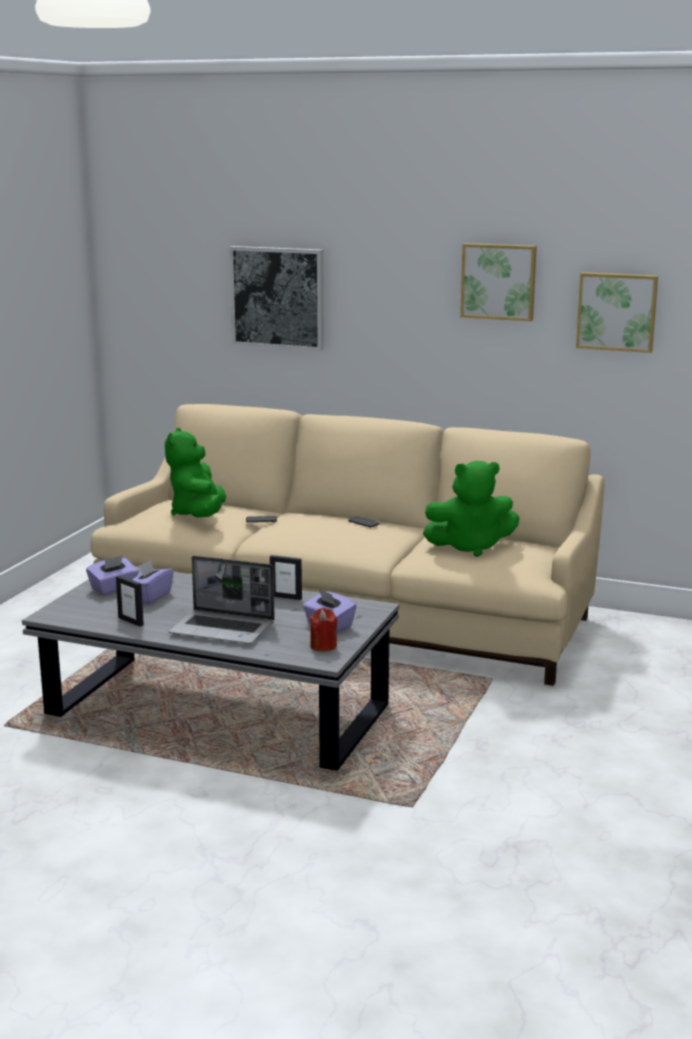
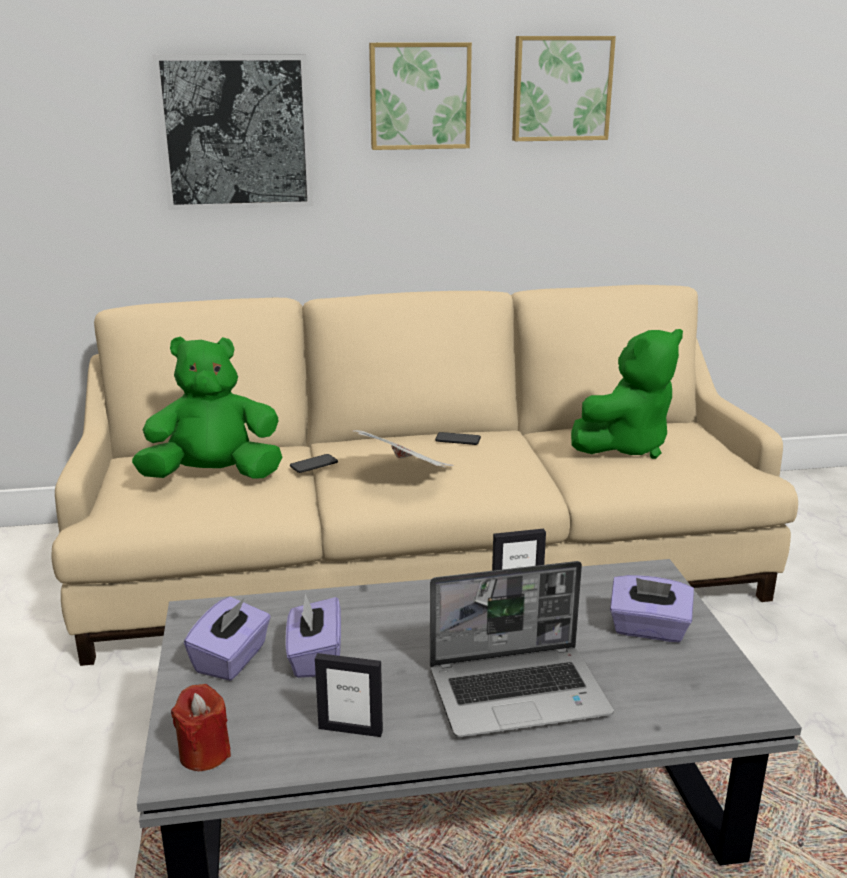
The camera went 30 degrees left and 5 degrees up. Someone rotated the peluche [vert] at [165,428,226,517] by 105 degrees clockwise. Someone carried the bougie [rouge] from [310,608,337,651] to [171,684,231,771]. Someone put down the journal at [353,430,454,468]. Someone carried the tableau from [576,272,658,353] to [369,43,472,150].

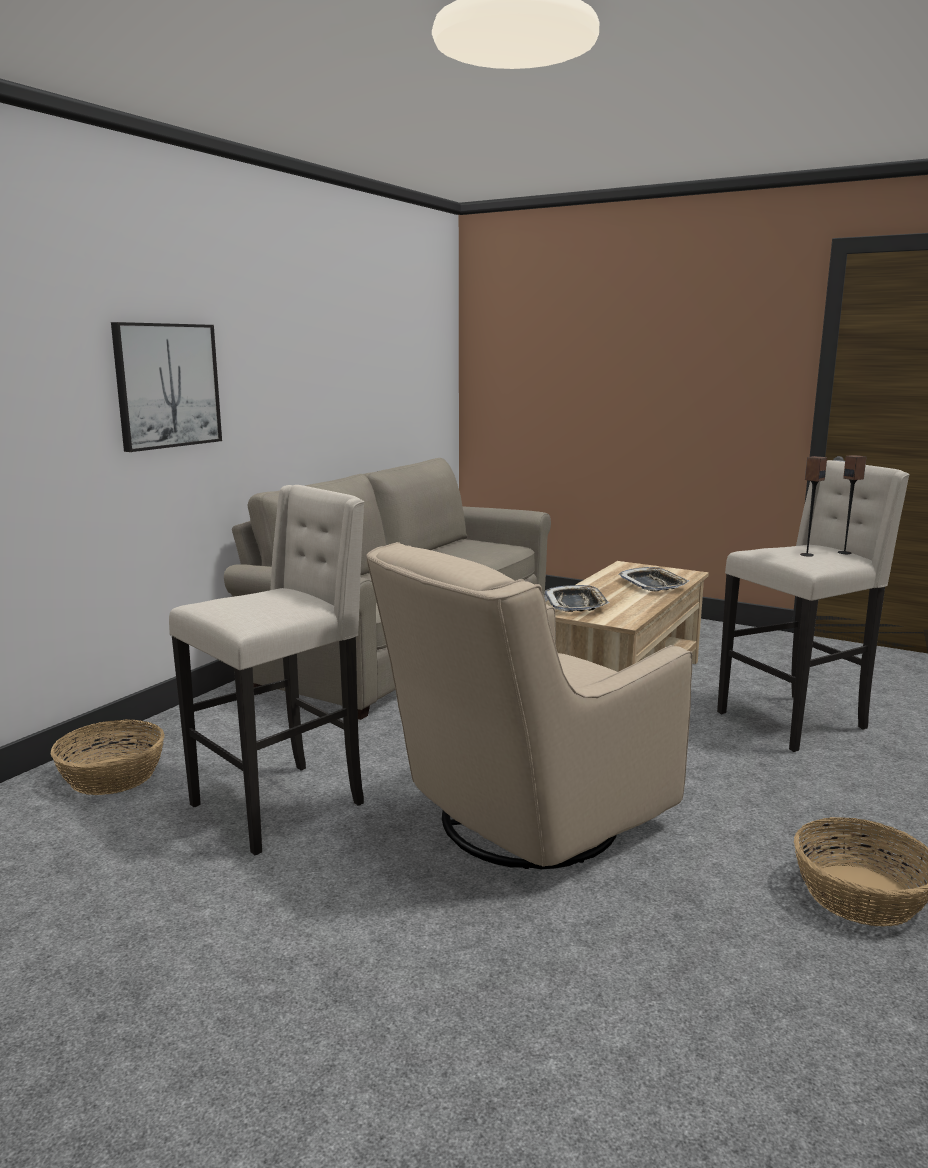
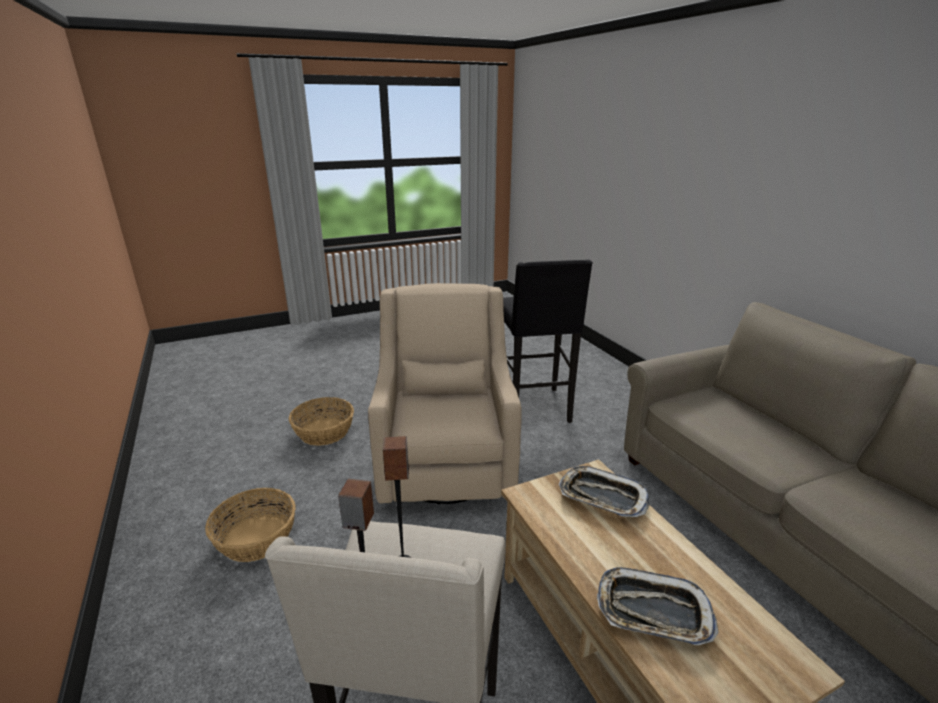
The camera went 125 degrees right and 10 degrees up. Someone carried the panier from [51,719,164,795] to [289,397,354,446]. Someone repainted the tabouret [beige] at [169,485,365,855], which became the tabouret [noir] at [503,260,593,423]. Someone took away the tableau at [111,322,222,452].

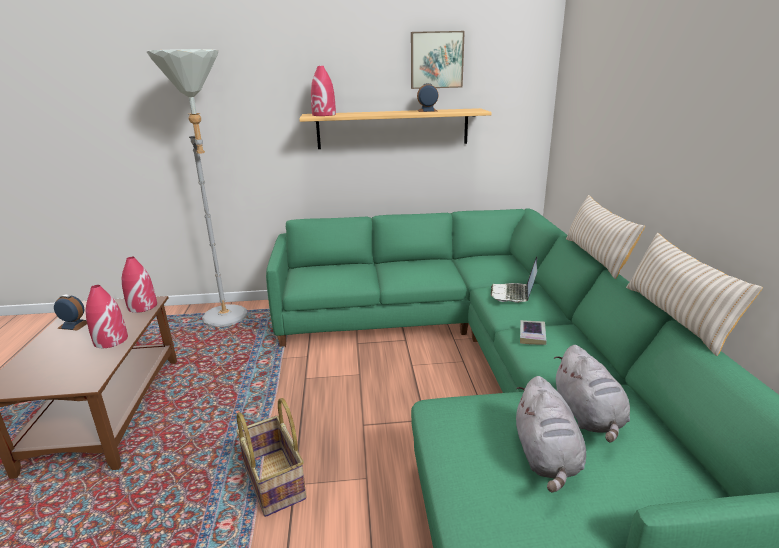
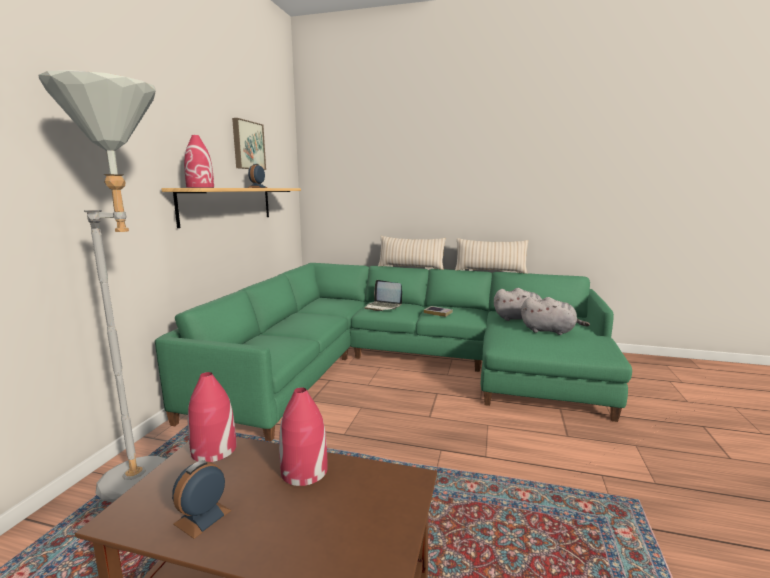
The camera went 70 degrees left and 10 degrees down. Someone took away the panier at [236,398,306,517].

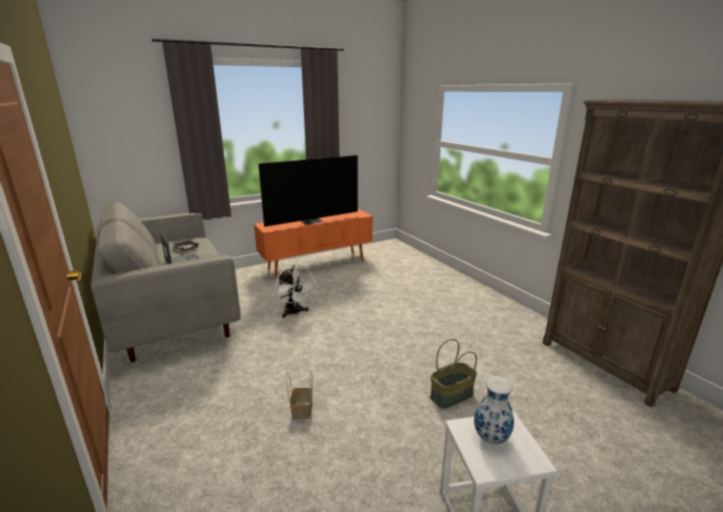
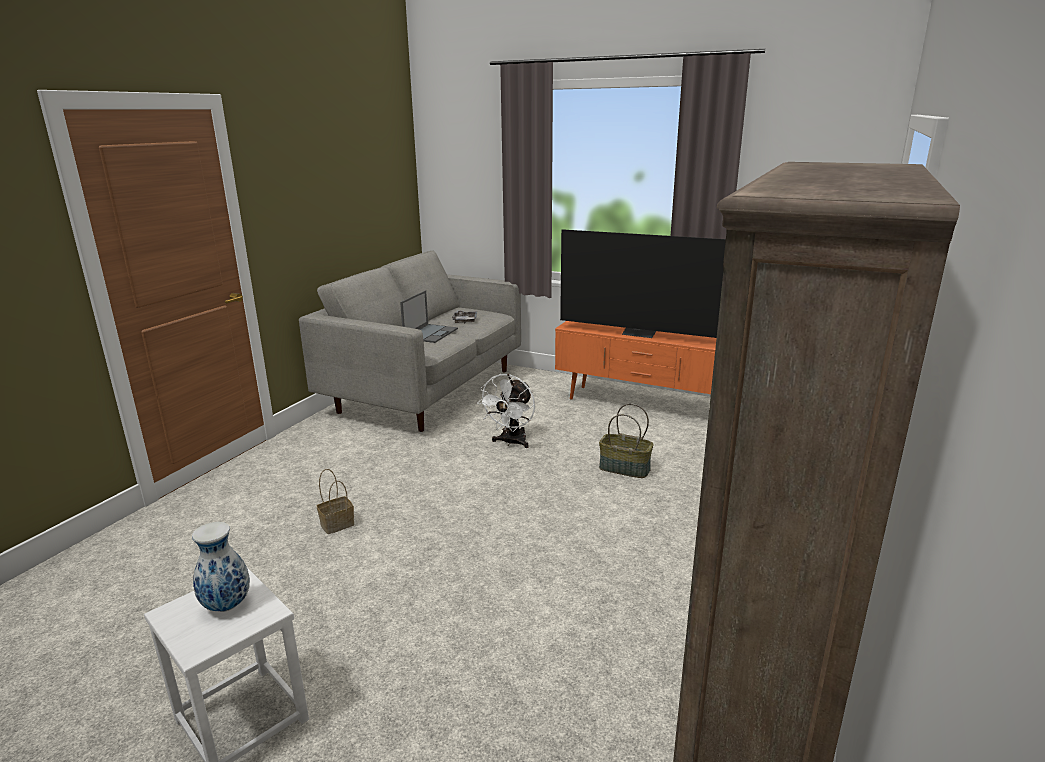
The camera went 55 degrees right and 0 degrees up. Someone carried the panier from [430,339,477,409] to [599,403,653,478].

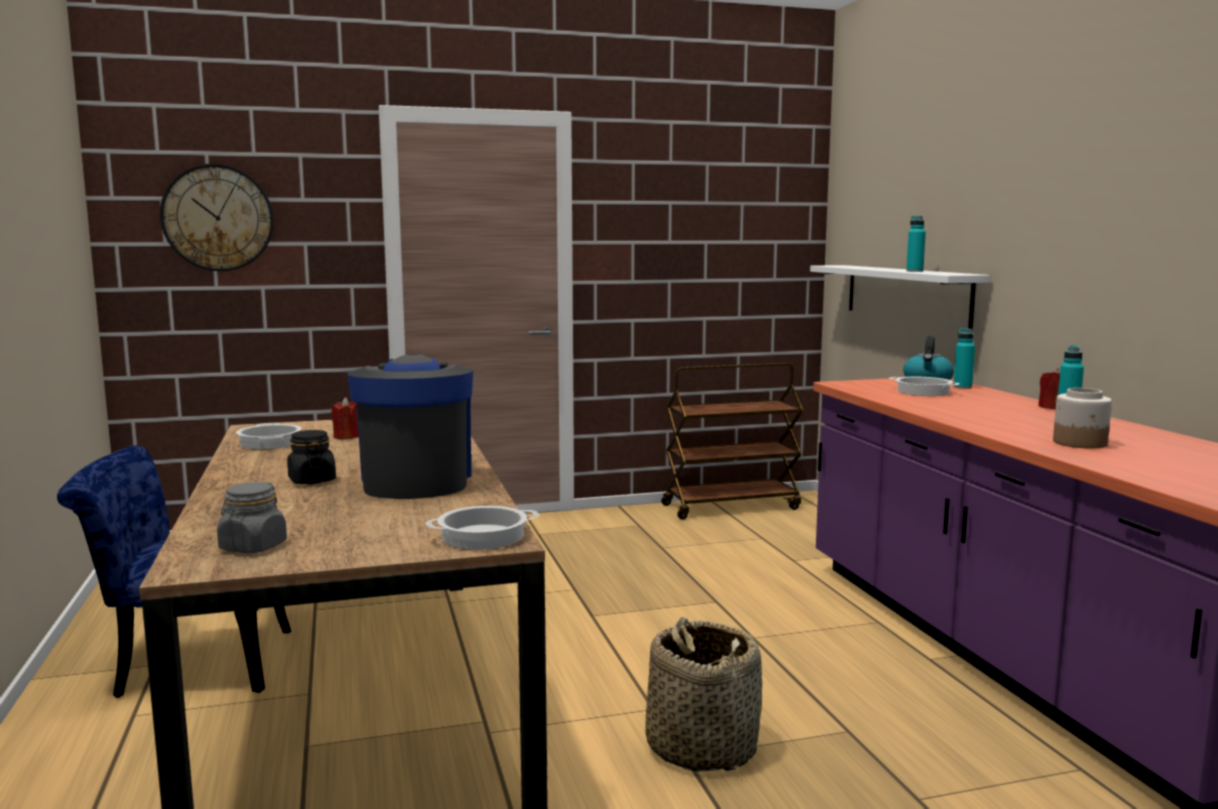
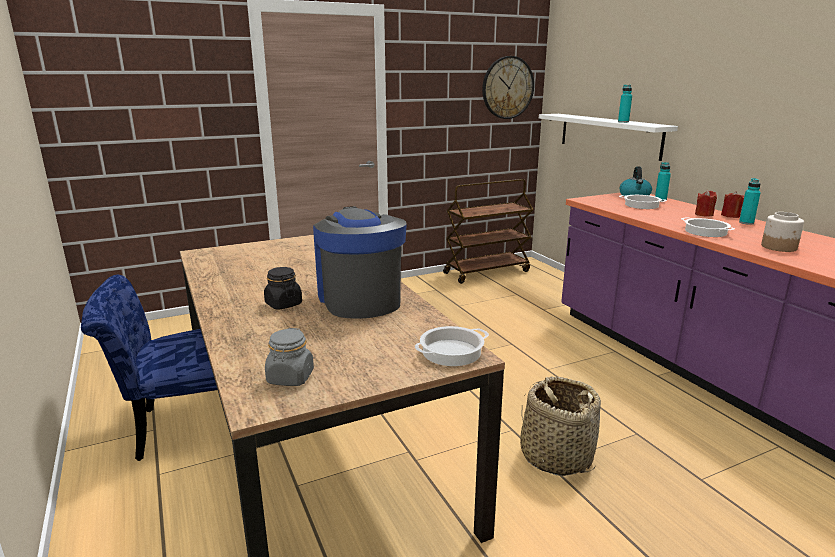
The camera went 10 degrees left and 10 degrees up. Someone carried the horloge murale from [160,164,274,271] to [482,56,534,119]. Someone carried the marmite from [236,423,302,449] to [681,218,735,237]. Someone carried the bougie [rouge] from [331,397,359,439] to [695,190,717,217].

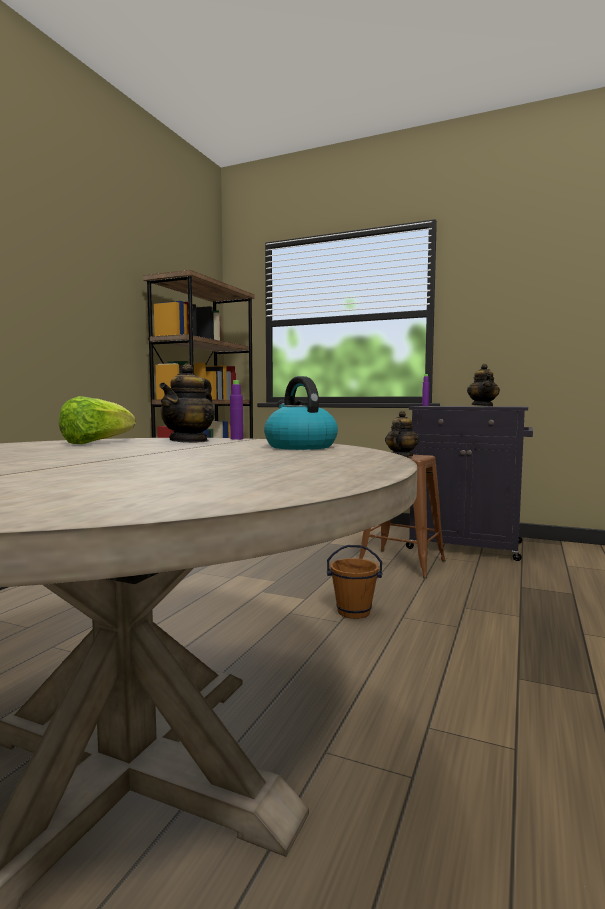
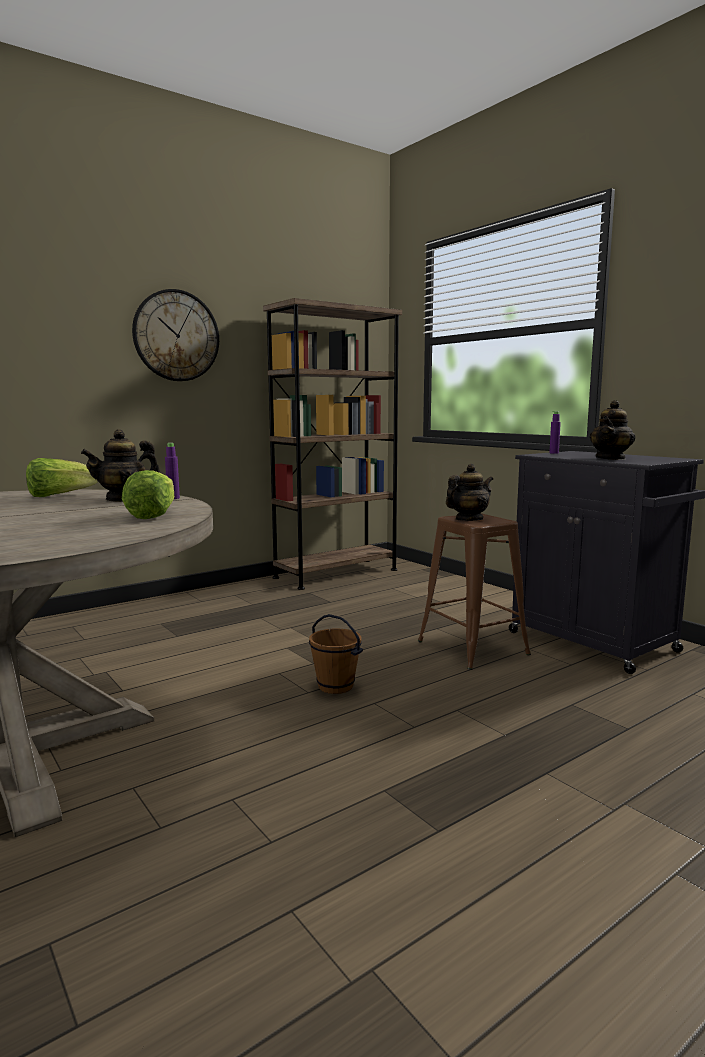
The camera went 30 degrees right and 5 degrees up. Someone swapped the bouilloire at [264,376,338,450] for the laitue at [122,470,174,519]. Someone put up the horloge murale at [132,289,219,381].

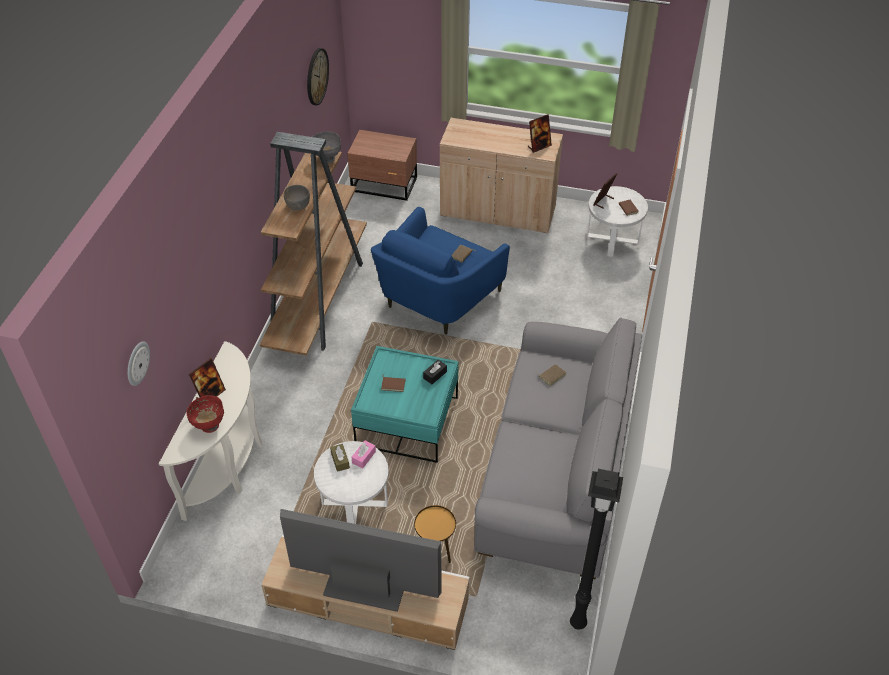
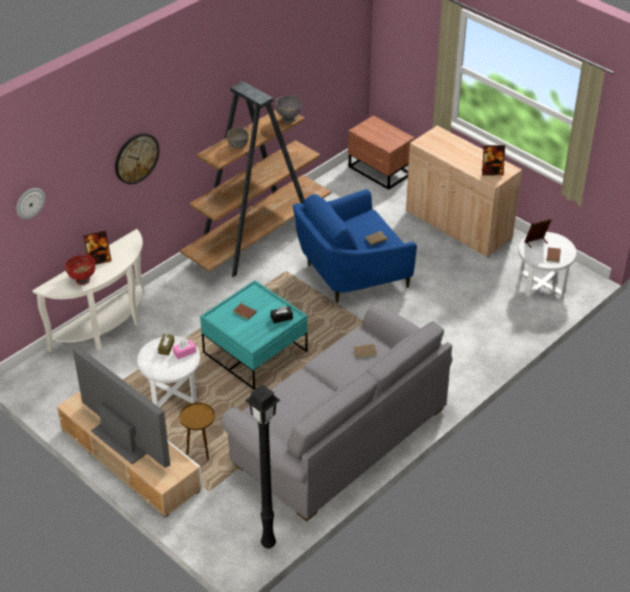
The camera went 30 degrees right and 5 degrees down. Someone carried the horloge murale from [307,48,329,105] to [115,133,159,184].

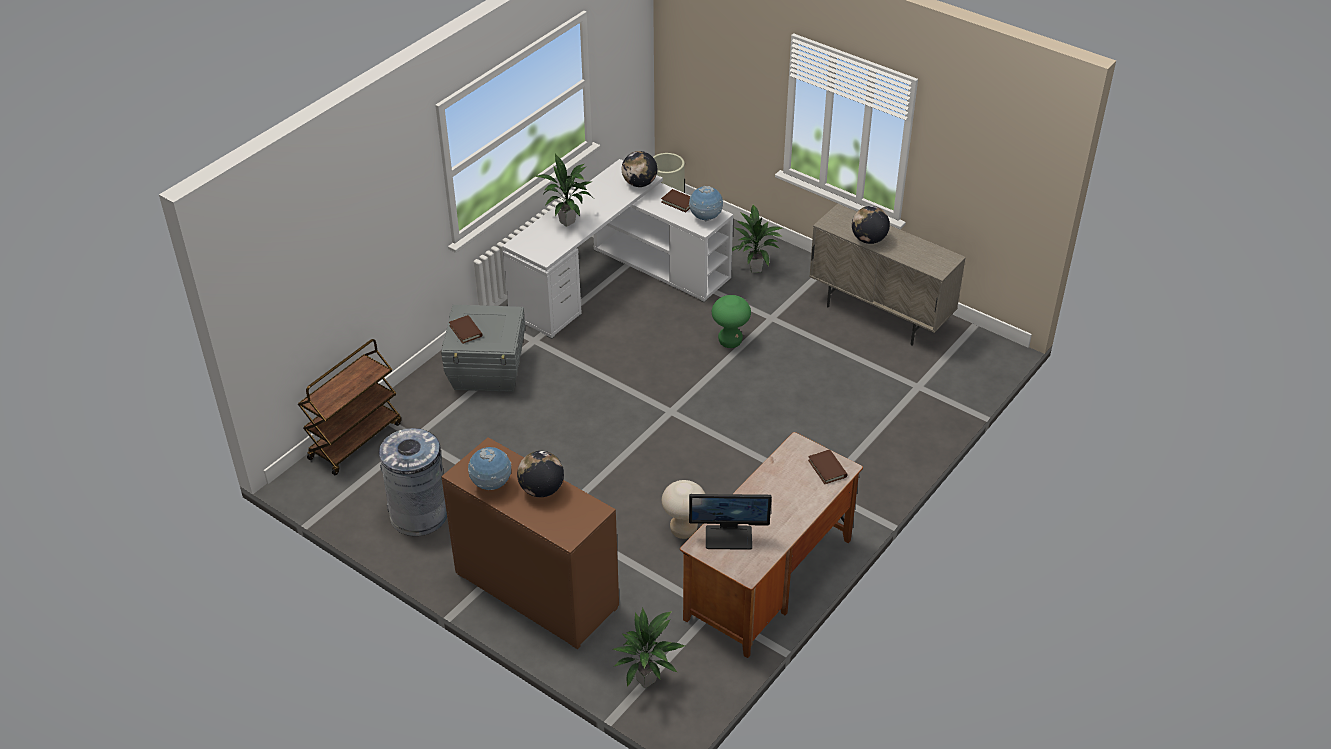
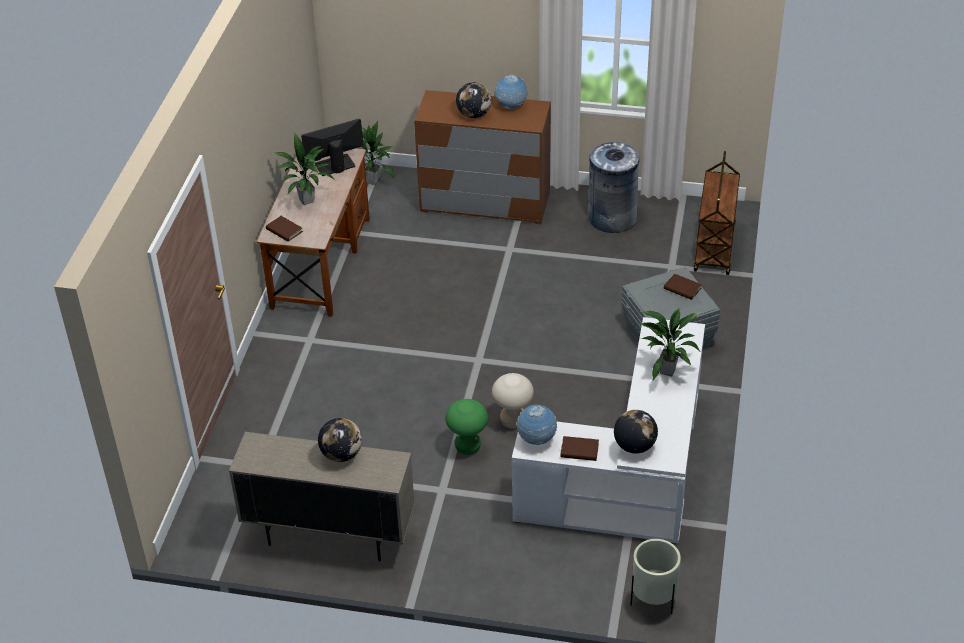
The camera went 155 degrees right and 0 degrees up. Someone carried the plante en pot from [732,205,783,273] to [273,134,335,205]. Someone carried the tabouret [beige] from [662,480,705,539] to [492,373,534,429].

